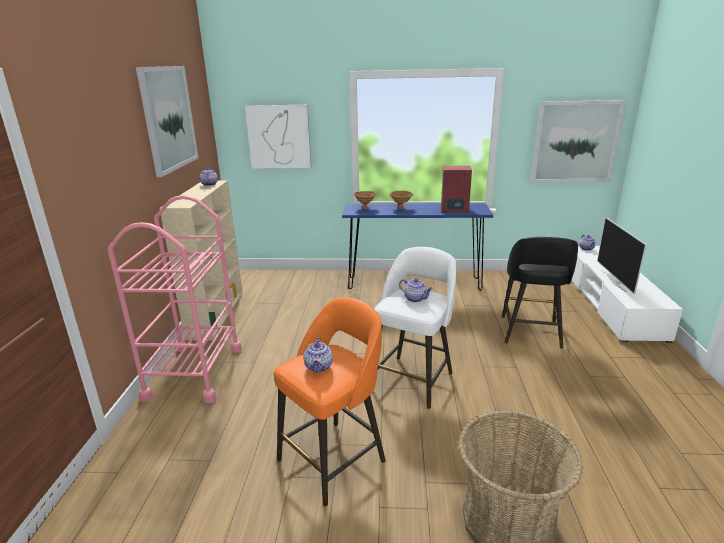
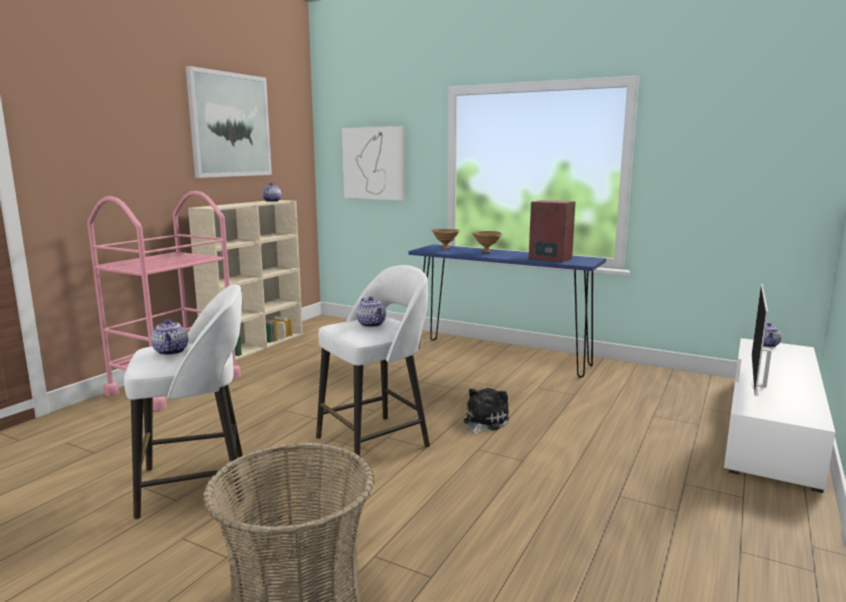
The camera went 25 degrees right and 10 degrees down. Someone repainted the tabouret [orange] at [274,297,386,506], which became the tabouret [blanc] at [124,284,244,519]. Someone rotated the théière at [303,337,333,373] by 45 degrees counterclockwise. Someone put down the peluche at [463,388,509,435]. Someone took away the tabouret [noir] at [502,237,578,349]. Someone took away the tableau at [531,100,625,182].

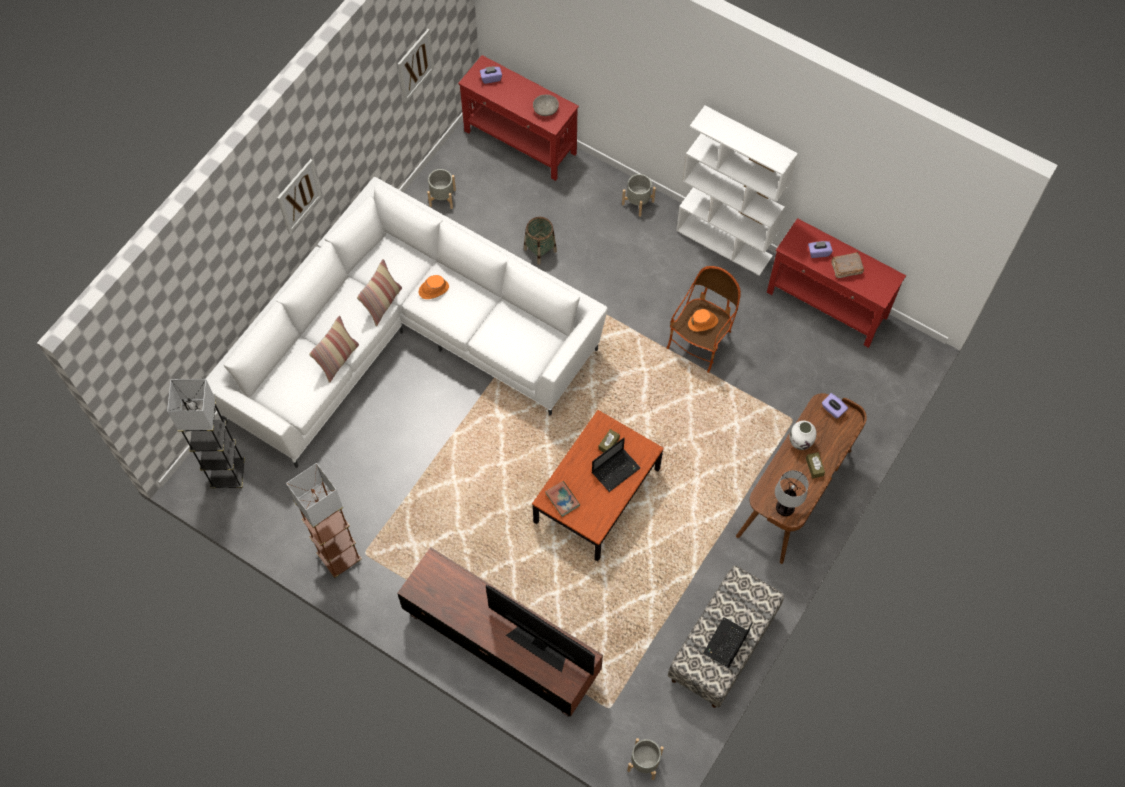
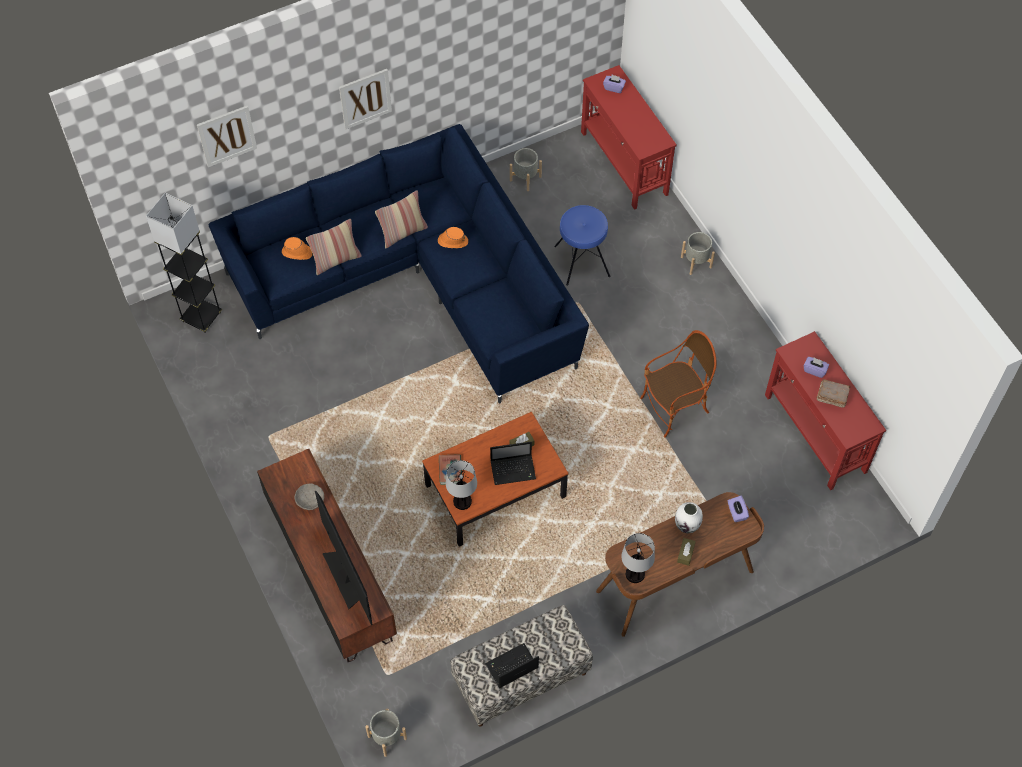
The camera went 30 degrees right and 5 degrees down. Someone carried the tableau from [398,29,434,103] to [197,106,257,167]. Someone repainted the canapé [blanc] at [206,177,608,468], which became the canapé [bleu] at [209,124,589,404]. Someone carried the chapeau [orange] from [688,309,718,332] to [282,237,312,260]. Someone carried the bol [gris] from [533,95,559,116] to [295,483,324,510]. Someone put down the lampe de table at [446,460,477,510]. Someone swapped the panier at [524,217,557,265] for the tabouret [bleu] at [554,205,610,286]. Someone took away the lampadaire [marron] at [286,463,362,578]. Someone took away the bibliothèque [blanc] at [676,106,798,276].

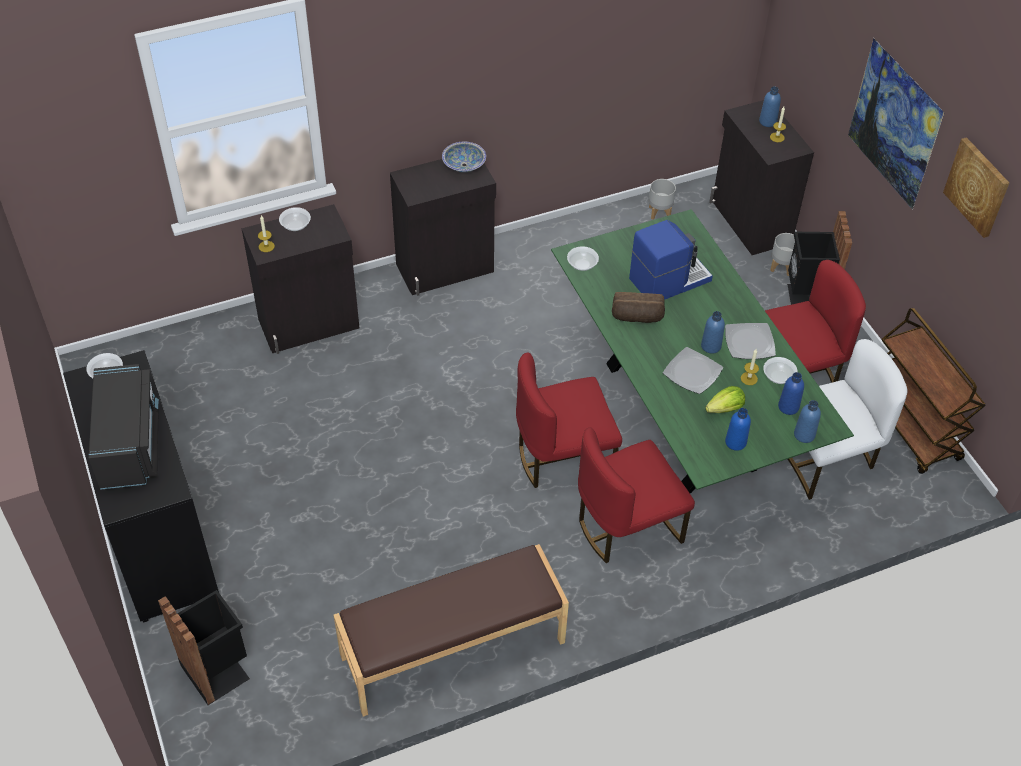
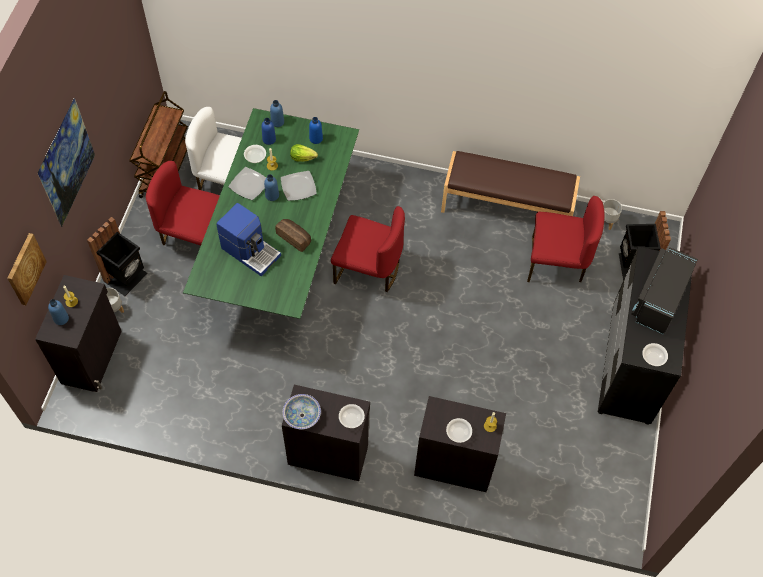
The camera went 145 degrees left and 10 degrees up. Someone carried the tableau from [943,137,1009,238] to [7,233,47,305]. Someone rotated the machine à café at [629,220,713,300] by 150 degrees counterclockwise. Someone carried the bol from [567,246,599,271] to [339,404,365,428]. Someone carried the chaise [rouge] from [578,427,695,563] to [527,196,605,282]. Someone carried the cache-pot [gris] from [649,179,676,220] to [603,199,622,230].

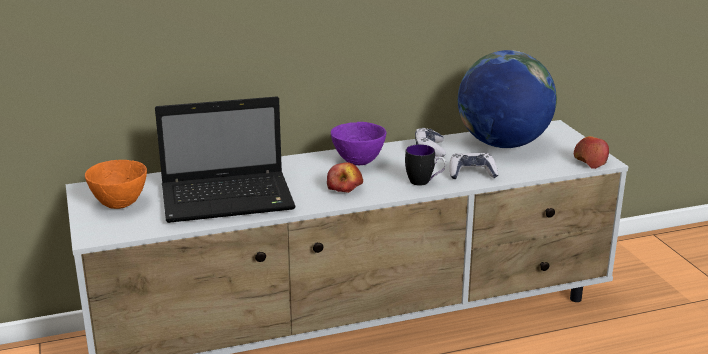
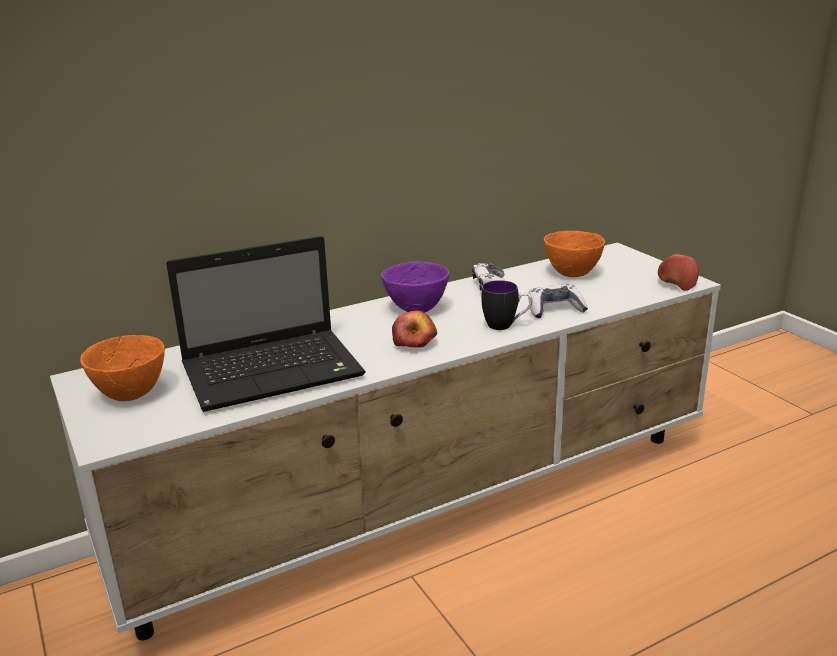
The camera went 10 degrees left and 0 degrees up. Someone swapped the globe at [458,50,557,148] for the bol [orange] at [544,231,605,277].

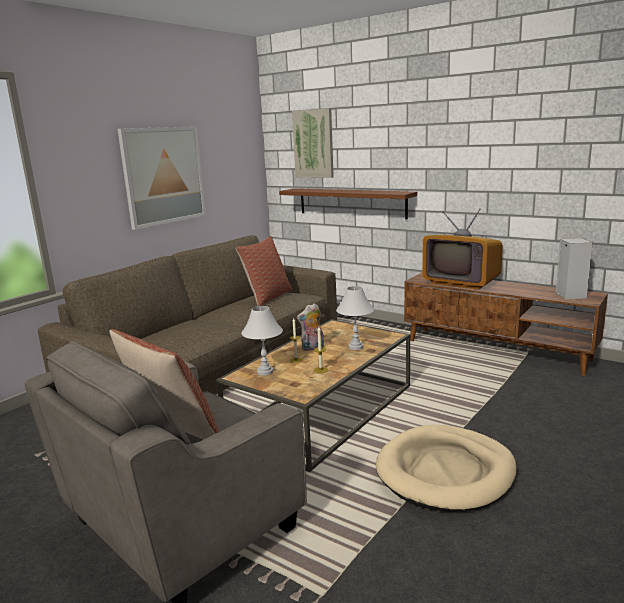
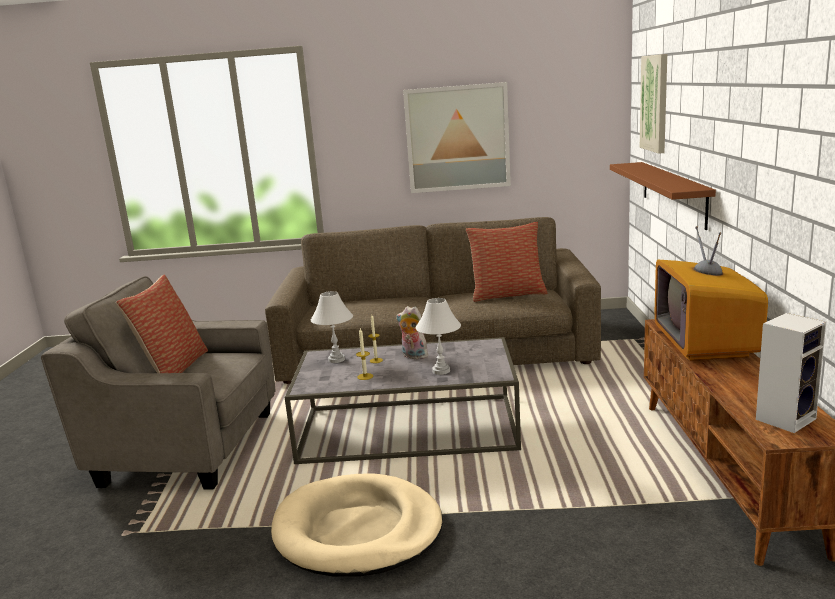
The camera went 55 degrees right and 0 degrees up. Someone repainted the table basse [marron] at [216,319,410,472], which became the table basse [gris] at [285,337,521,464].

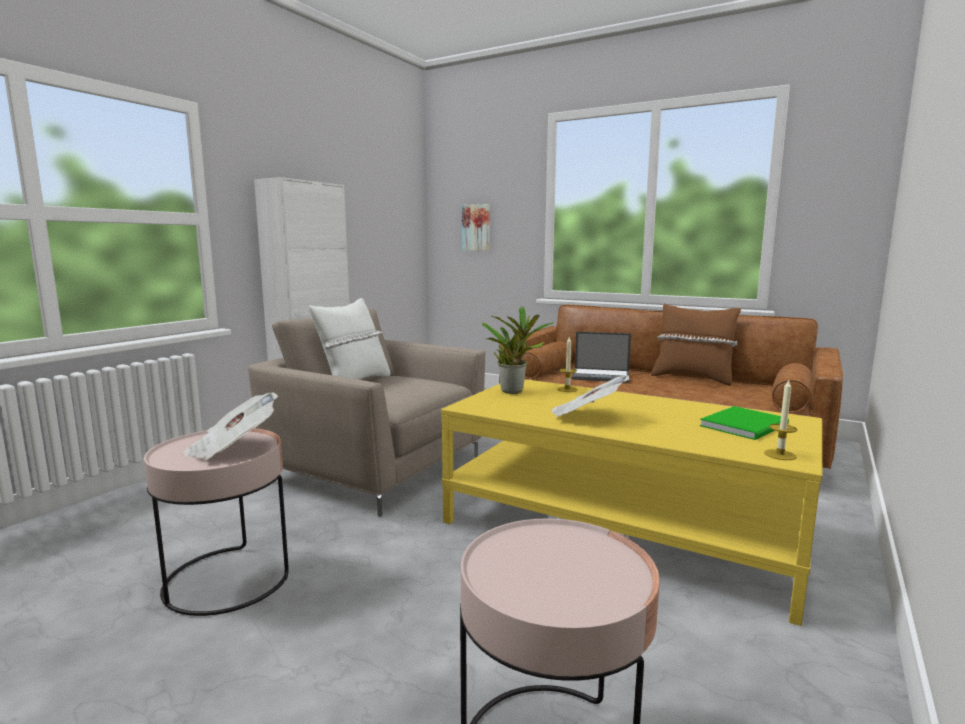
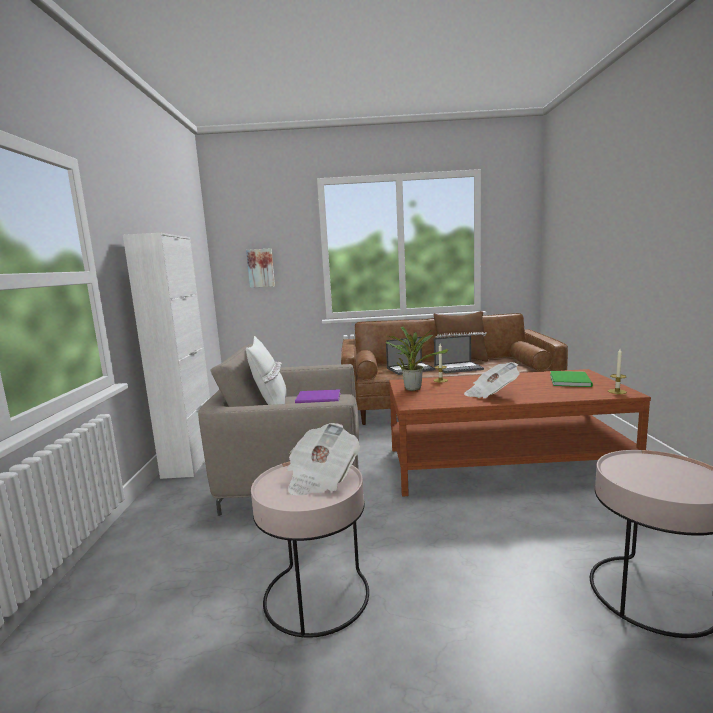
The camera went 30 degrees left and 0 degrees up. Someone put down the livre [violet] at [295,389,341,403]. Someone repainted the table basse [jaune] at [441,379,822,626], which became the table basse [marron] at [389,369,651,496]. Someone put down the ordinateur portable at [434,335,484,373].

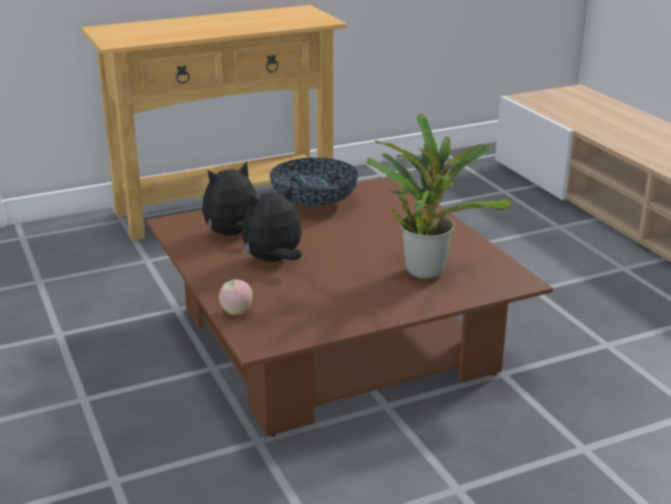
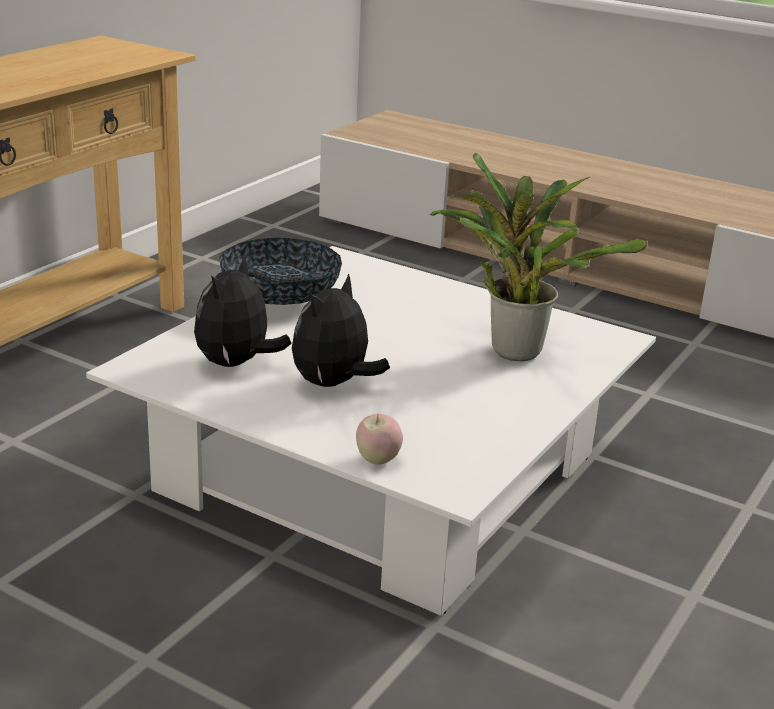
The camera went 35 degrees left and 0 degrees up. Someone repainted the table basse [marron] at [146,177,553,437], which became the table basse [blanc] at [86,246,656,616].

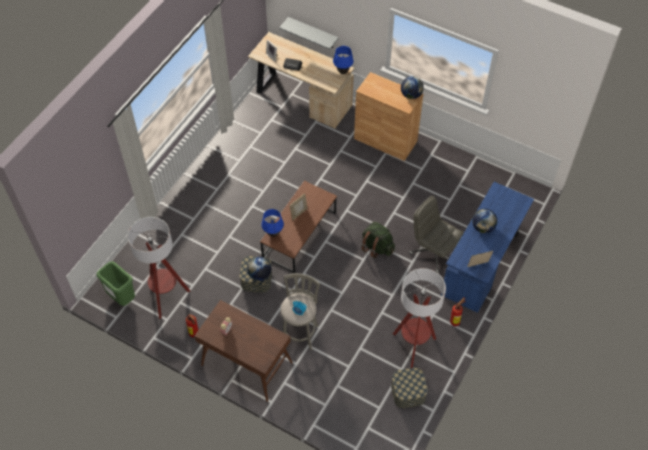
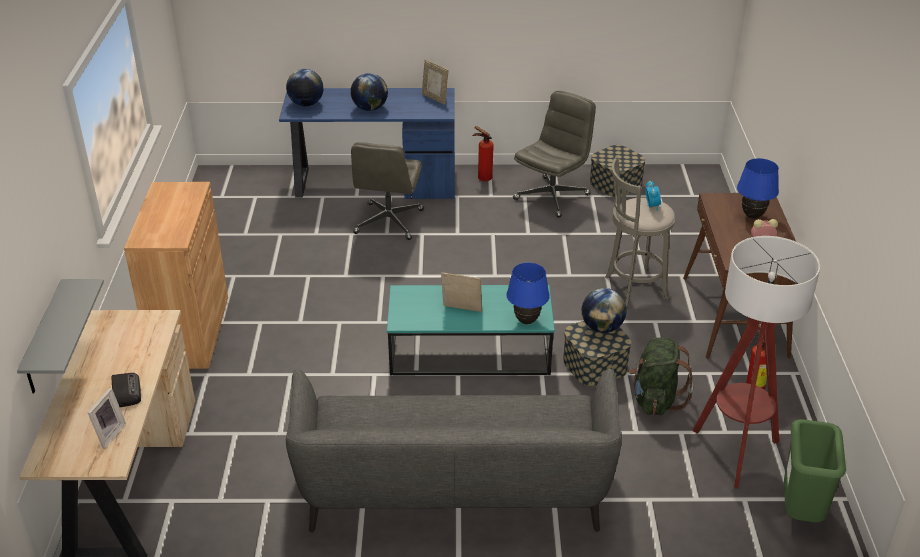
The camera went 120 degrees left and 20 degrees down. Someone carried the globe from [401,76,424,99] to [286,69,324,106]. Someone put down the canapé [gris] at [286,369,622,533]. Someone repainted the table basse [marron] at [260,181,337,273], which became the table basse [turquoise] at [387,285,555,376]. Someone swapped the lampadaire at [393,268,446,368] for the chaise de bureau [gris] at [513,91,596,218]. Someone carried the sac à dos [vert] from [361,222,395,258] to [629,337,694,415]. Someone carried the lampe de table [bleu] from [333,46,354,74] to [737,158,779,219].

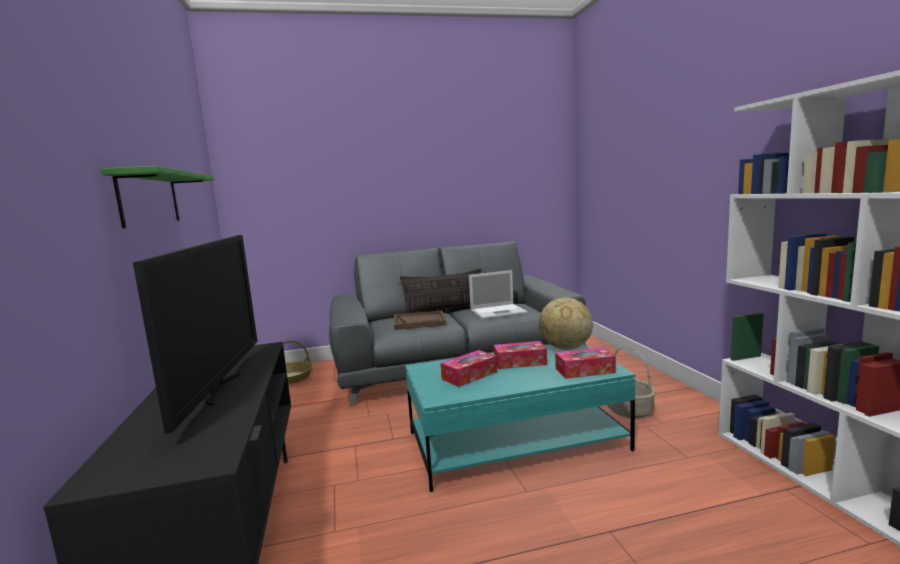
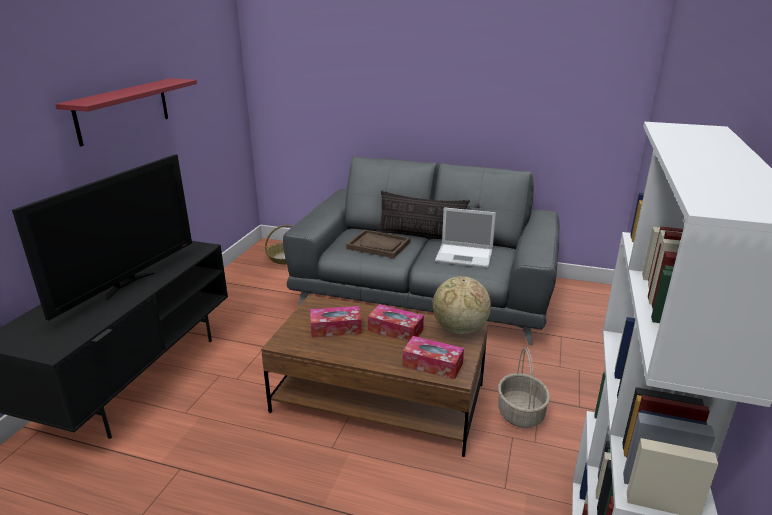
The camera went 30 degrees right and 15 degrees up. Someone repainted the étagère [vert] at [101,166,214,228], which became the étagère [rouge] at [55,78,197,146]. Someone repainted the table basse [turquoise] at [405,344,636,492], which became the table basse [marron] at [261,295,488,457].

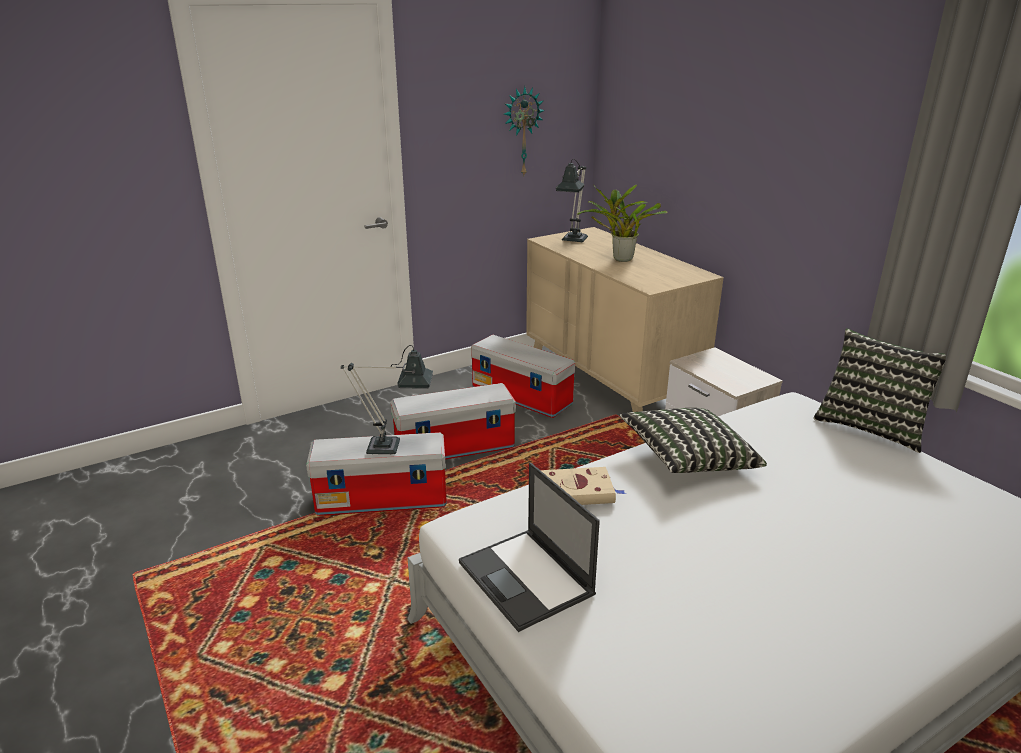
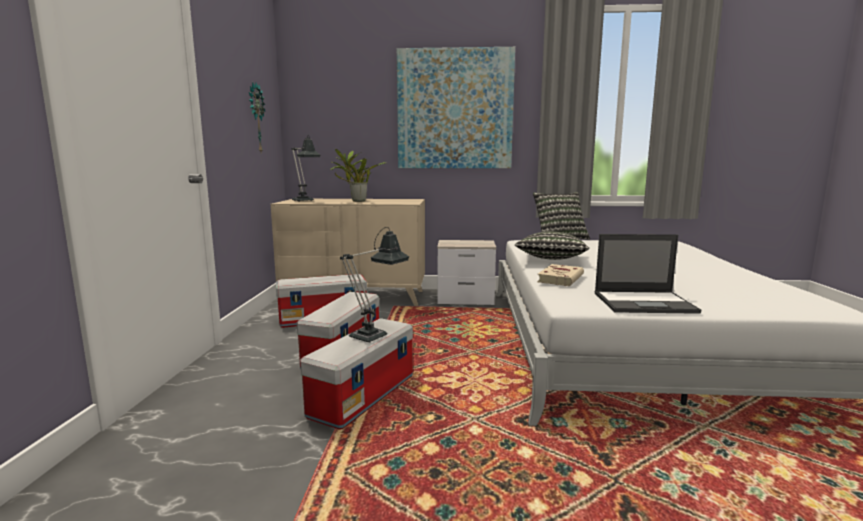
The camera went 55 degrees left and 15 degrees down. Someone put up the tableau at [397,47,515,168].

